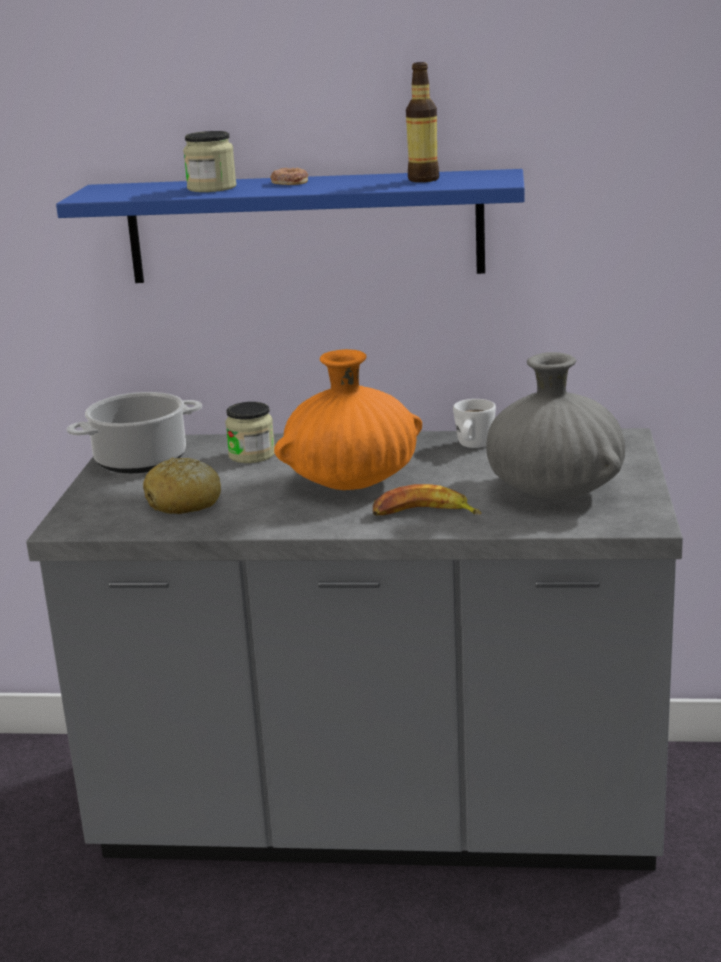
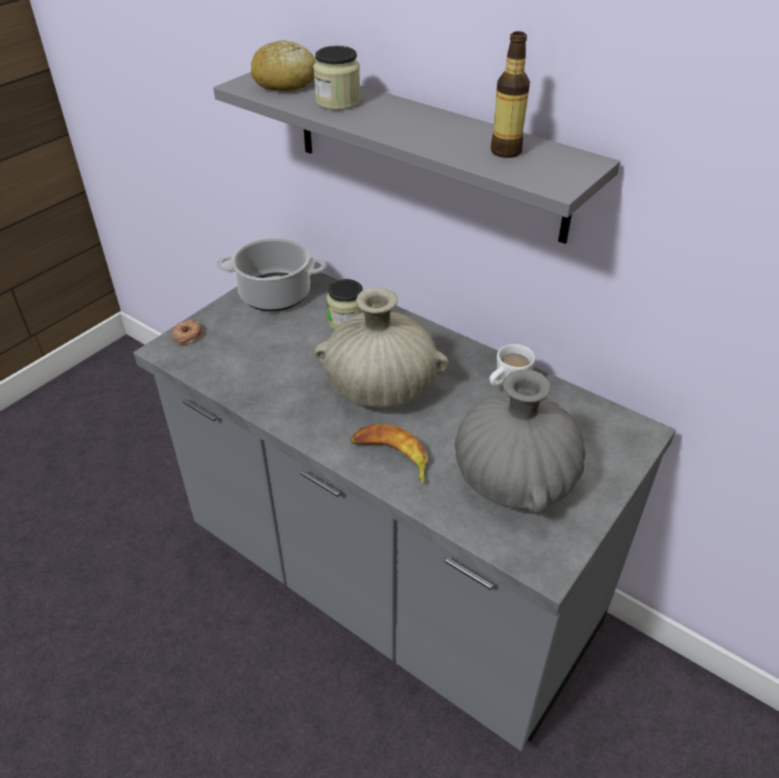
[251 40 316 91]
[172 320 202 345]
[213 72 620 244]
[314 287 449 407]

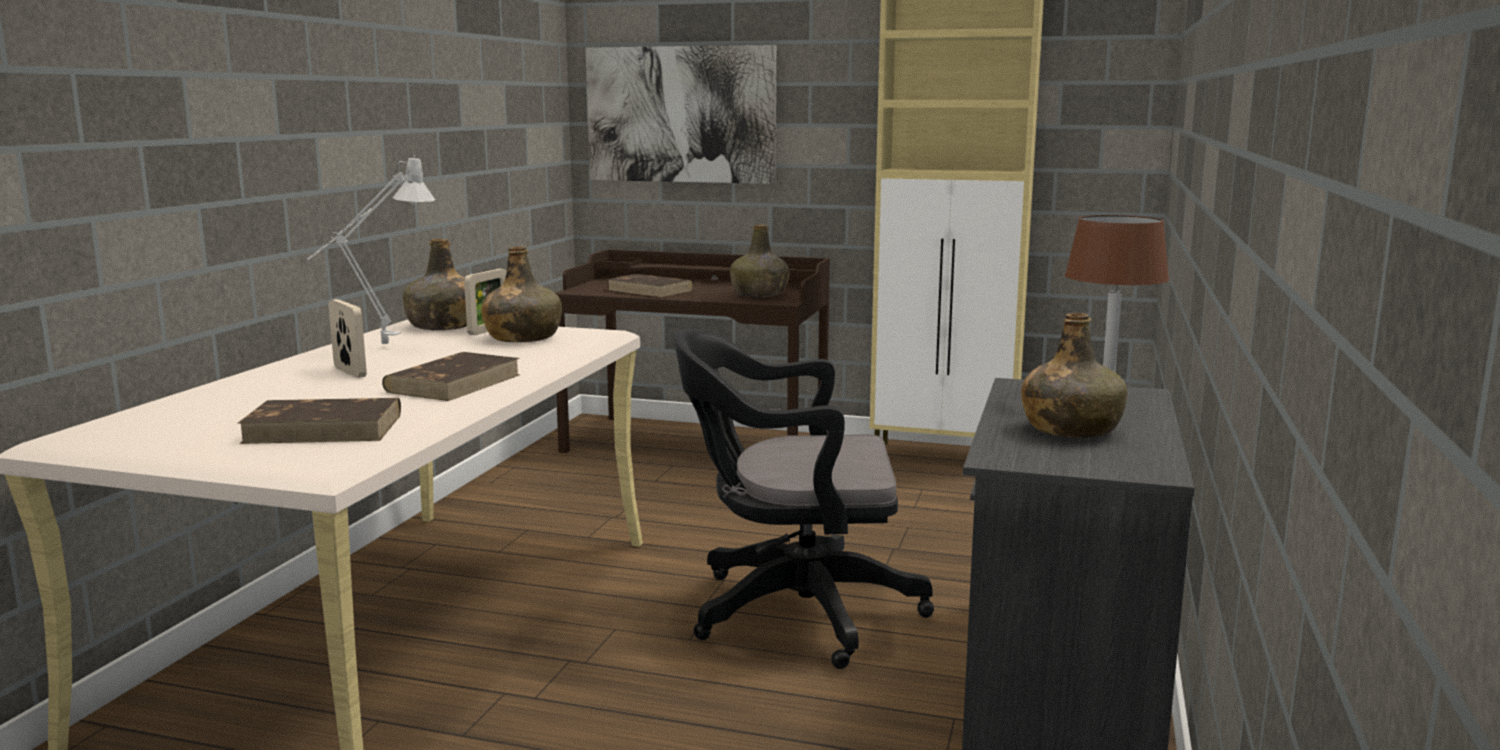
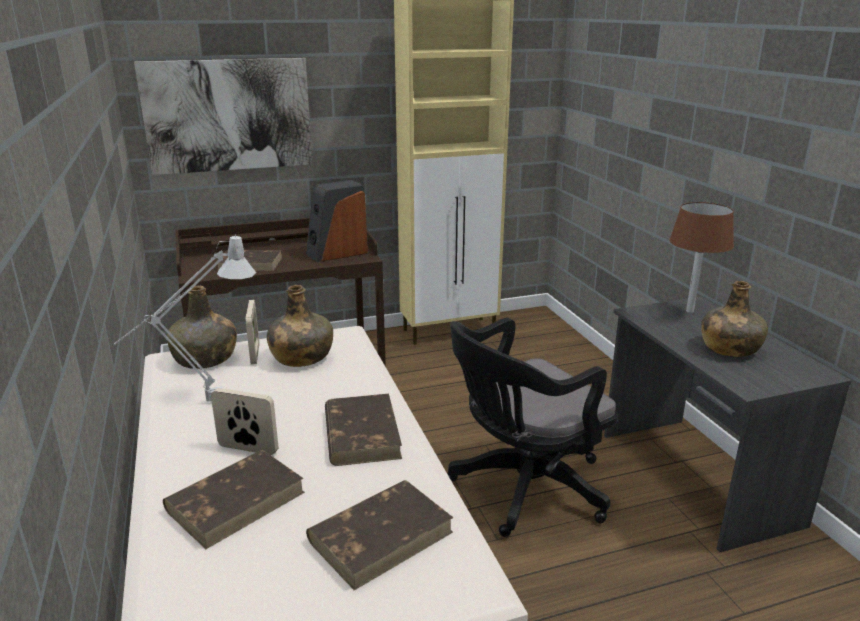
[163 450 305 549]
[306 180 368 262]

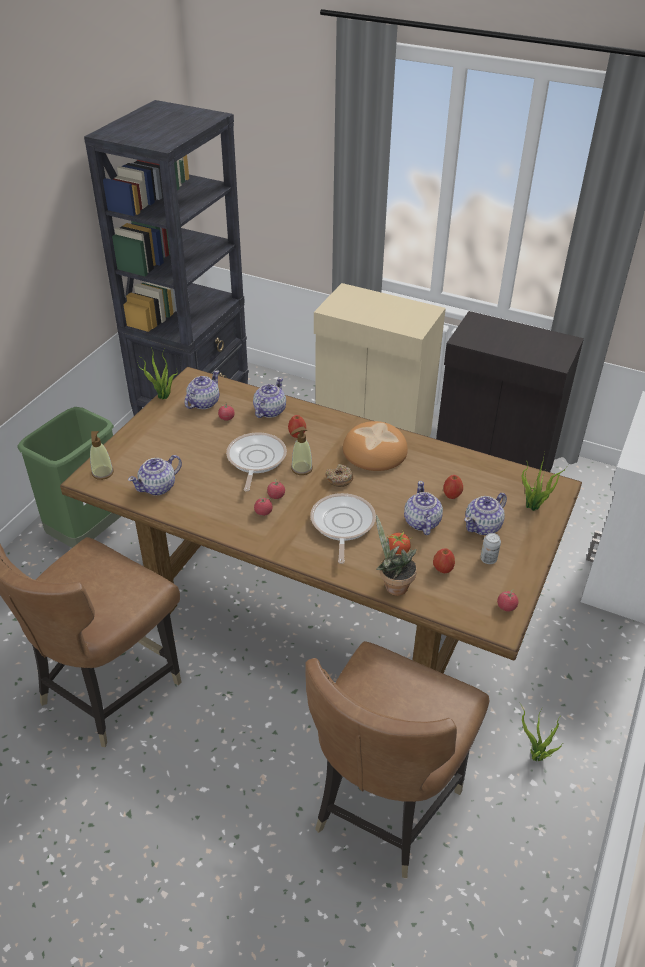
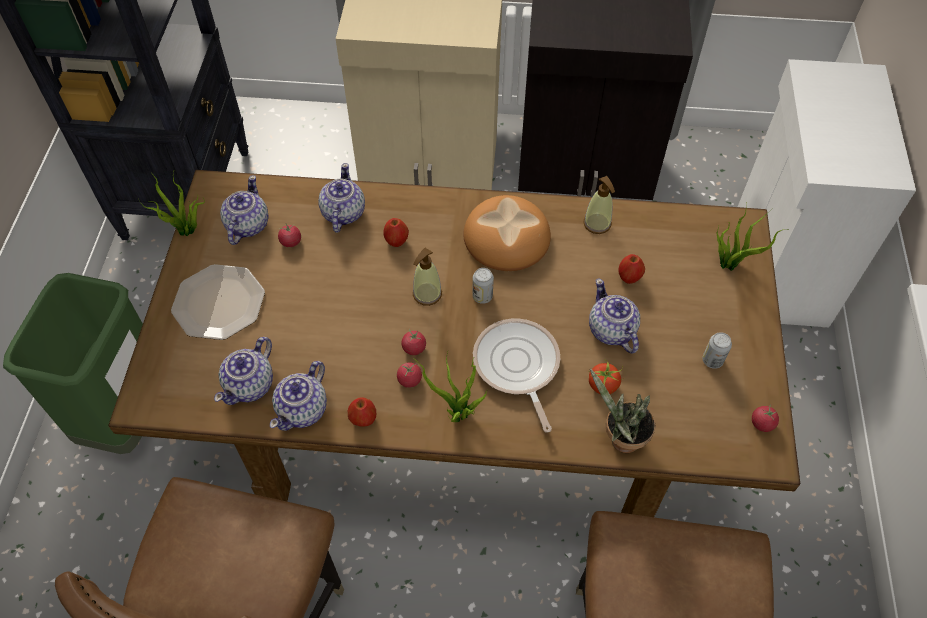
[226 433 287 492] (first image)
[171 264 265 340]
[584 176 615 234]
[348 397 376 427]
[270 361 327 431]
[412 352 486 422]
[472 268 494 304]

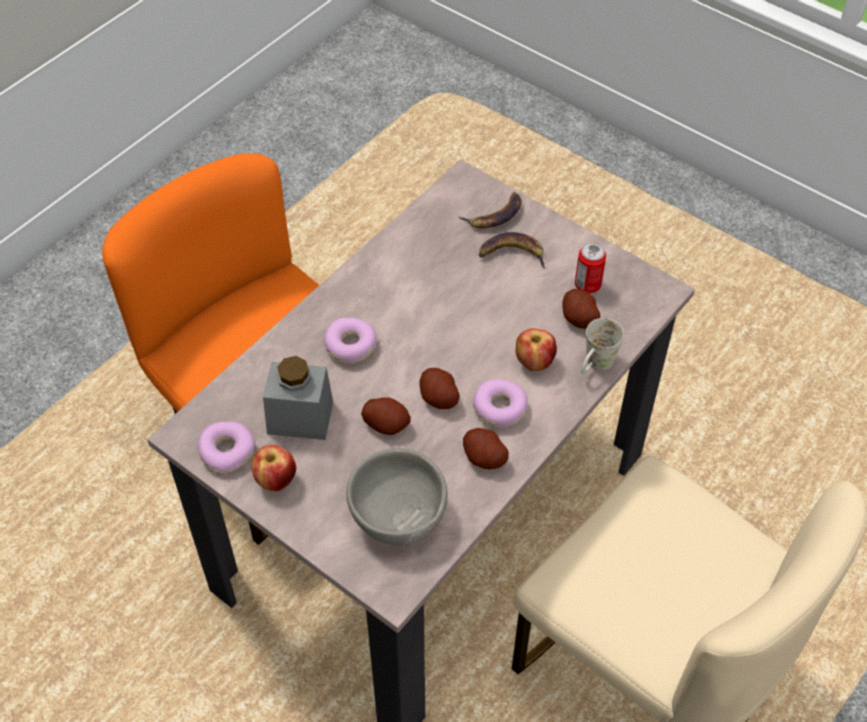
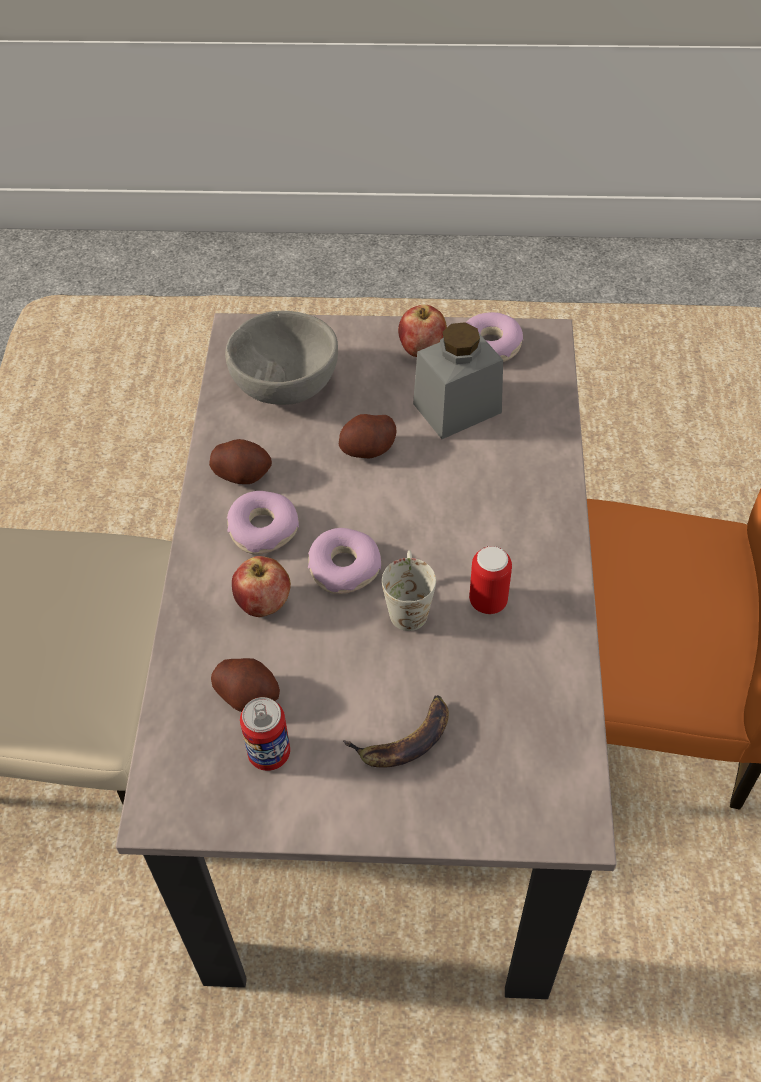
[420 368 460 409] (first image)
[459 192 522 228] (first image)
[469 546 512 614]
[308 528 381 594]
[382 550 436 631]

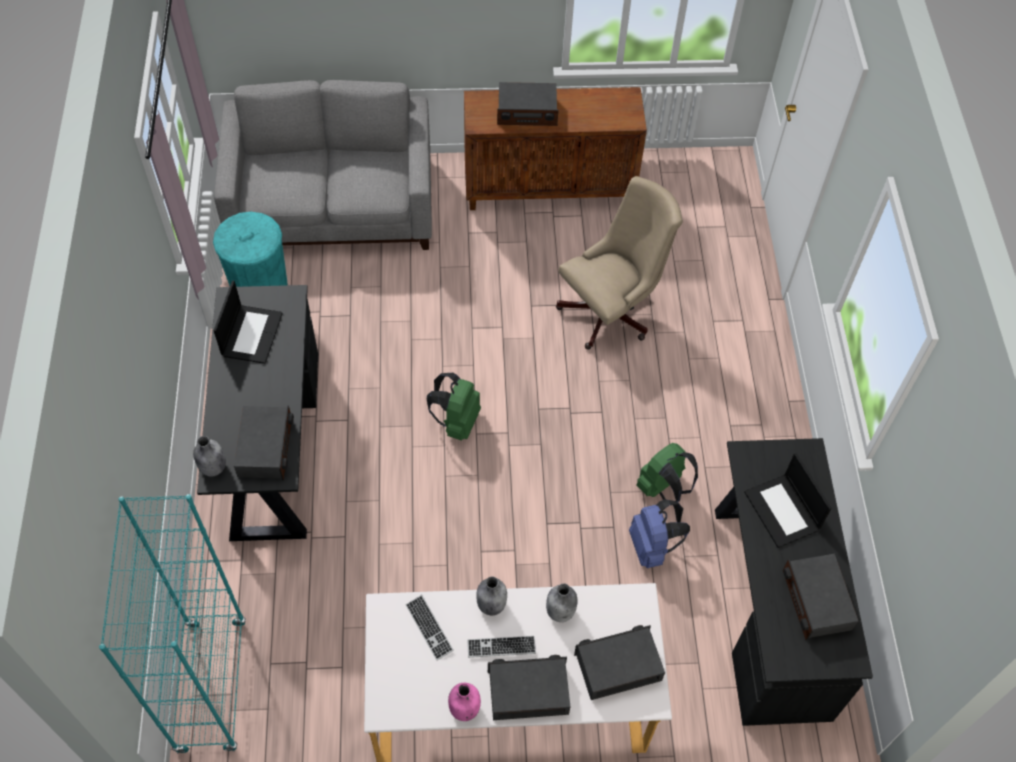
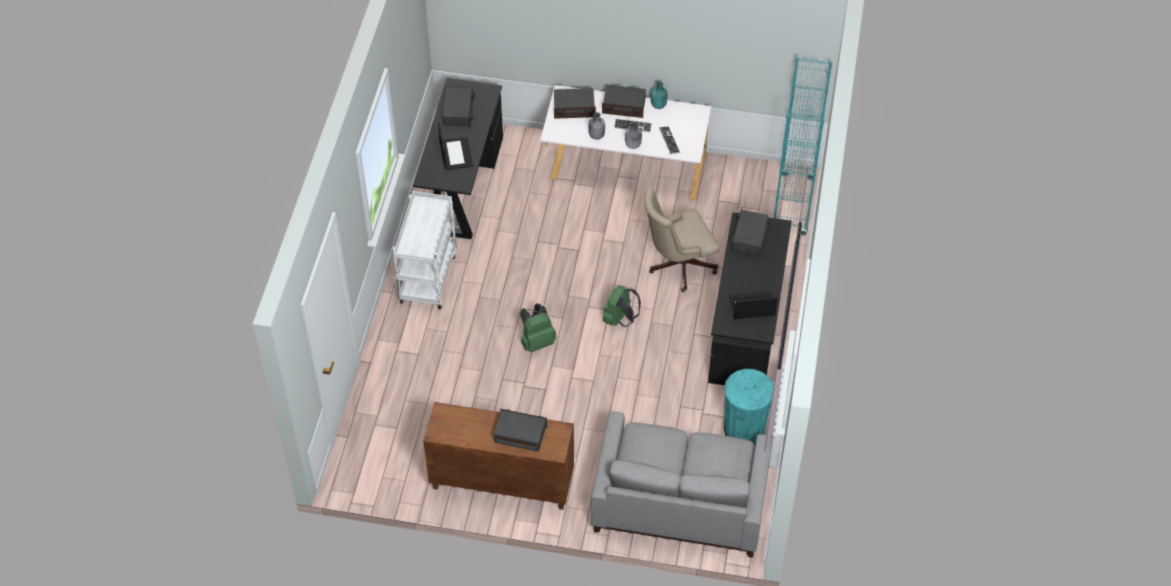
[193 436 226 476] (first image)
[629 499 690 568] (first image)
[393 191 457 309]
[644 188 719 292]
[520 303 556 353]
[651 82 668 109]
[729 291 778 319]

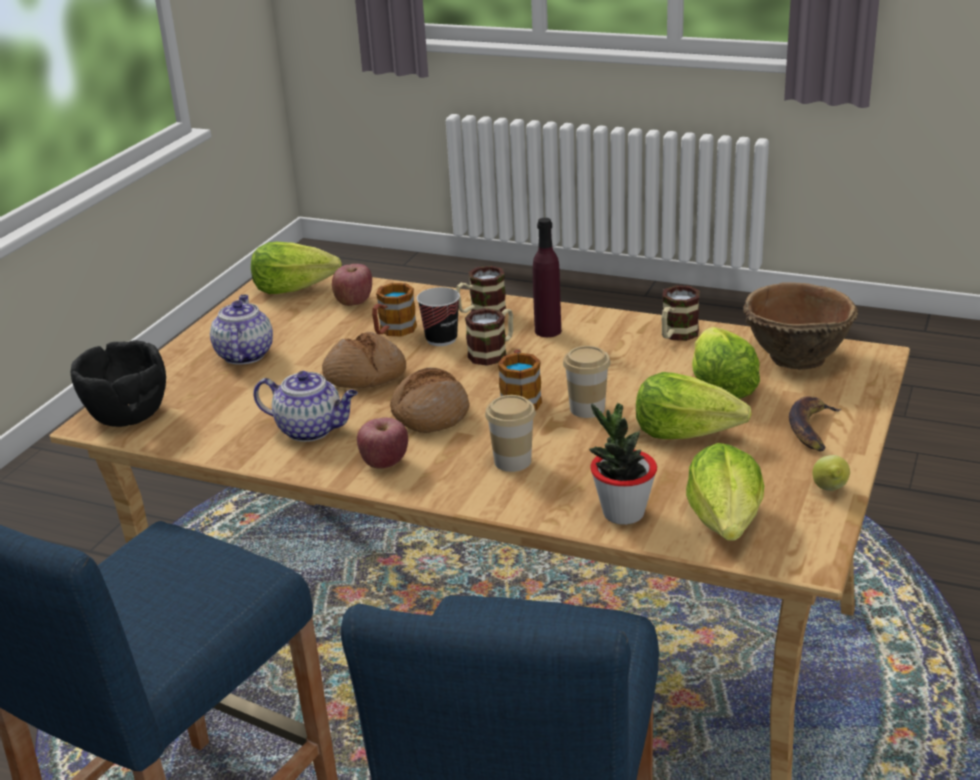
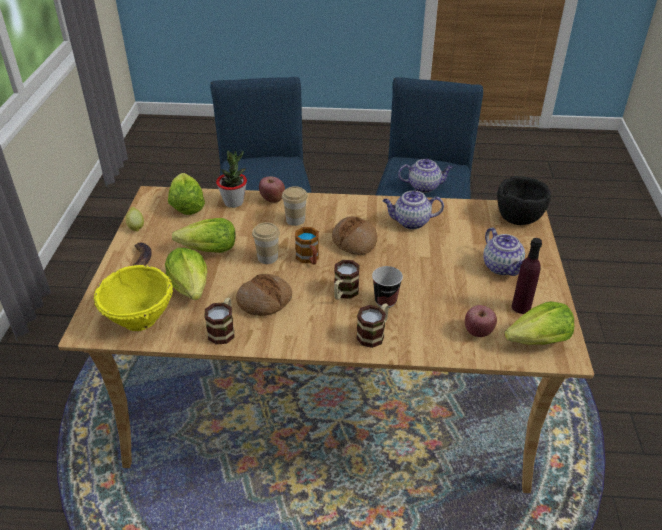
[372 283 417 337] (first image)
[398 159 453 193]
[236 274 292 316]
[259 176 285 203]
[512 238 542 314]
[94 265 173 331]

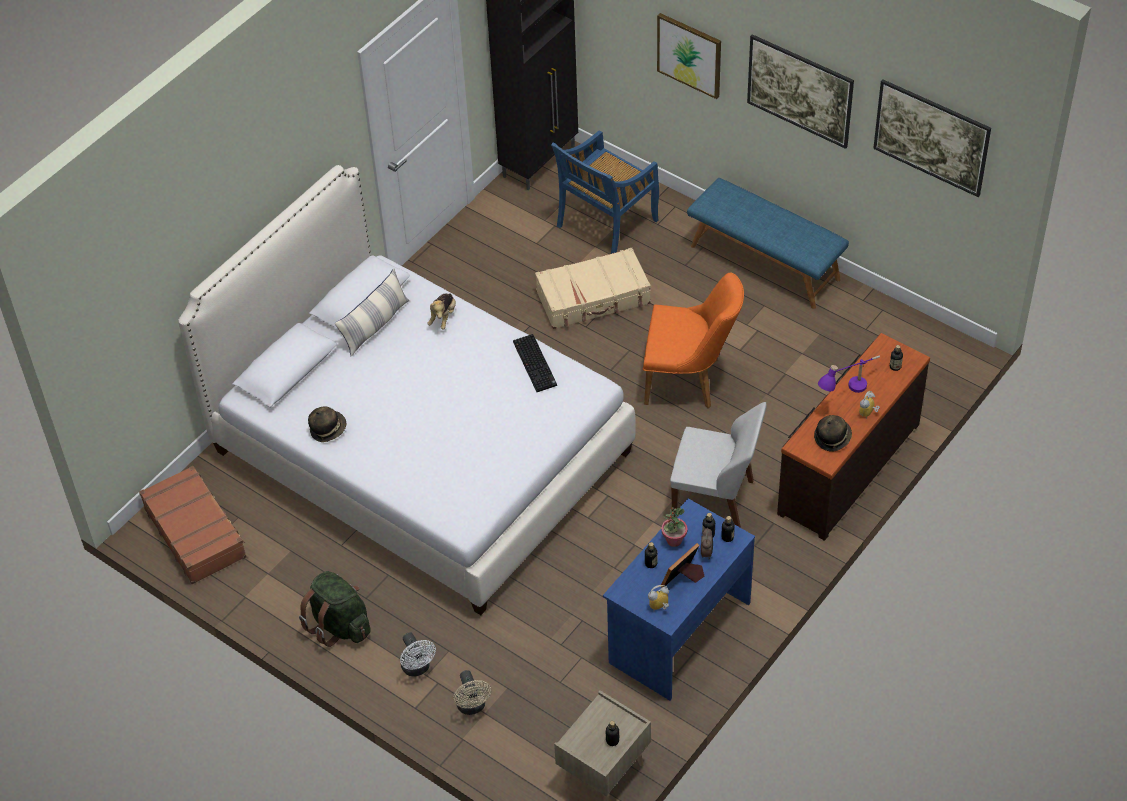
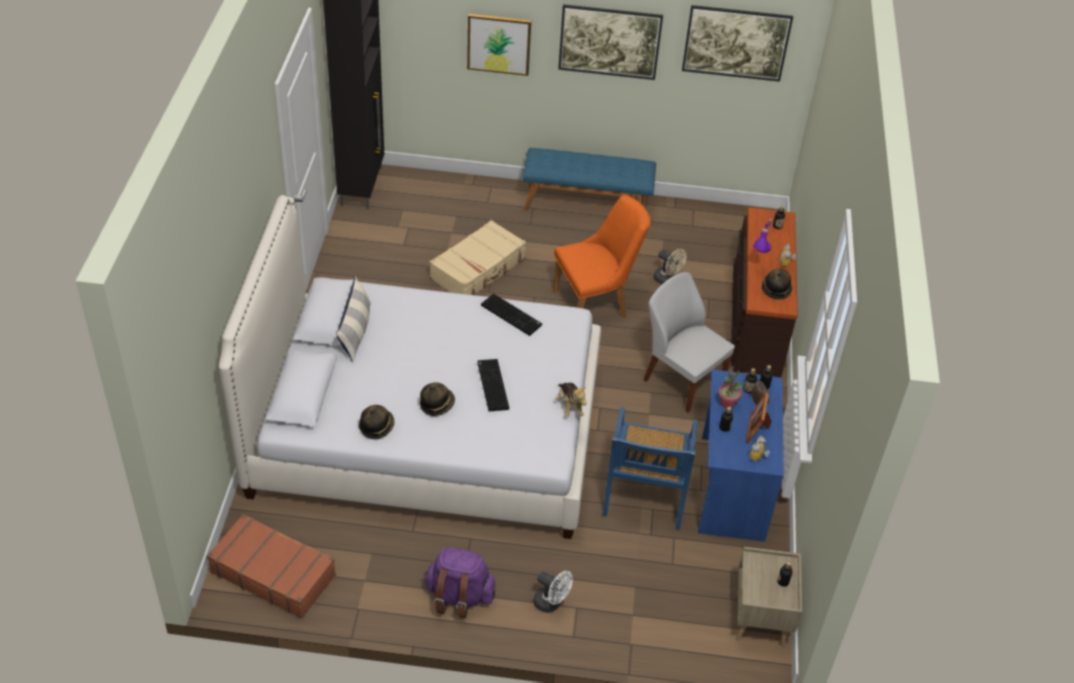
[420 382 455 416]
[477 359 509 411]
[555 383 587 417]
[653 249 687 284]
[602 407 699 530]
[424 548 496 618]
[643 272 735 412]

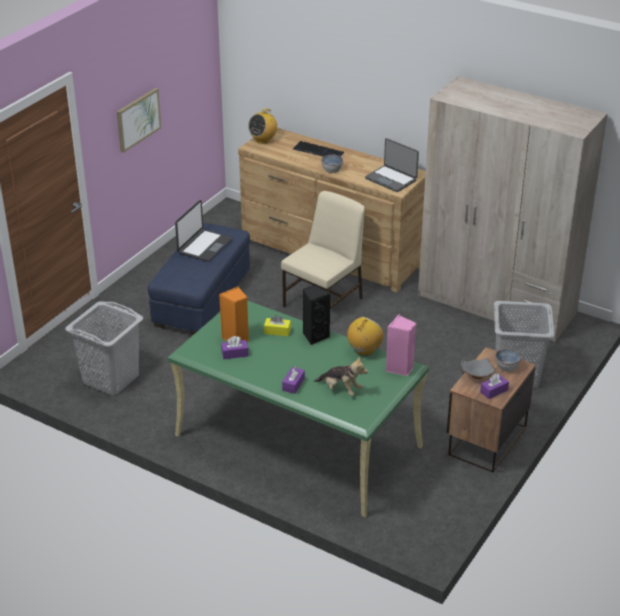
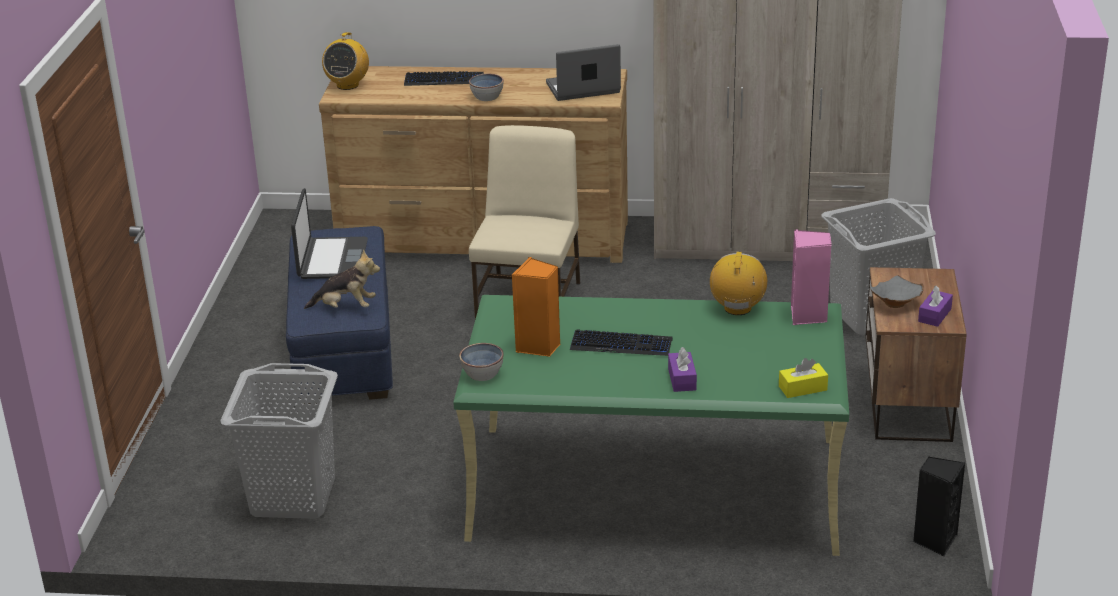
[117 88 161 153] (first image)
[221 336 248 359] (first image)
[570 329 673 356]
[779 358 828 398]
[913 457 965 556]
[304 250 380 309]
[459 343 504 381]
[546 44 621 101]

